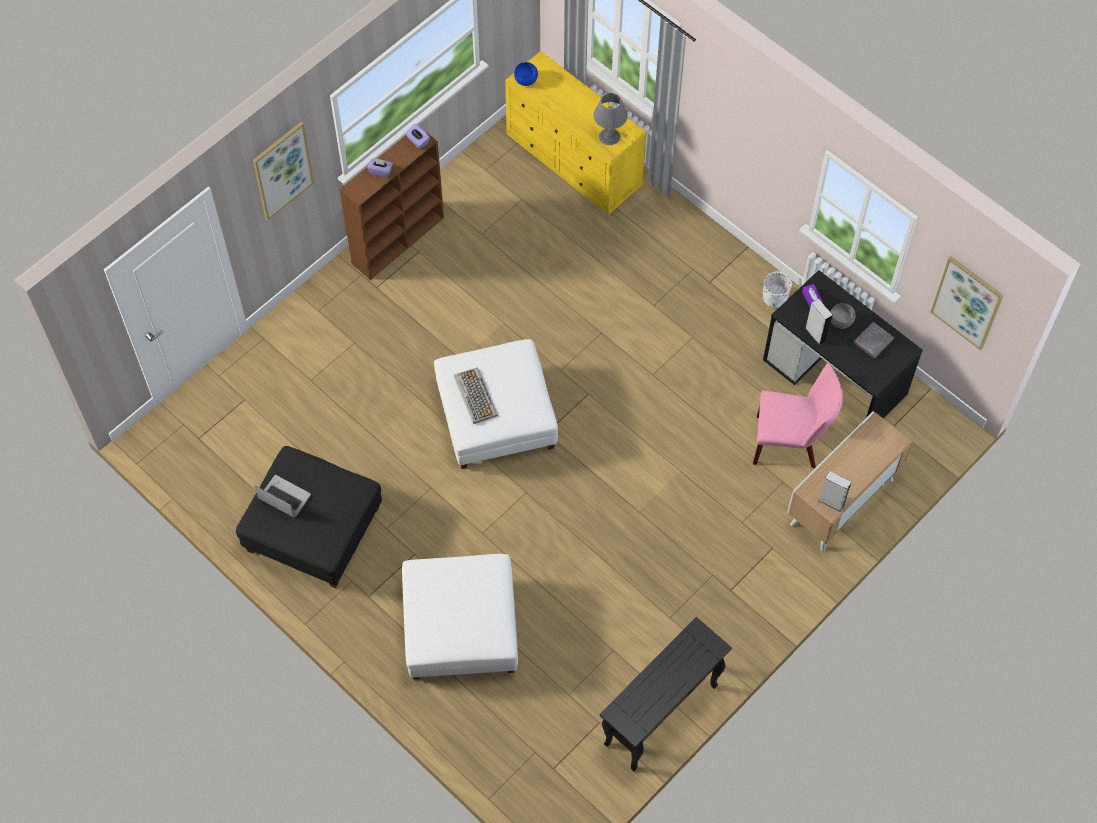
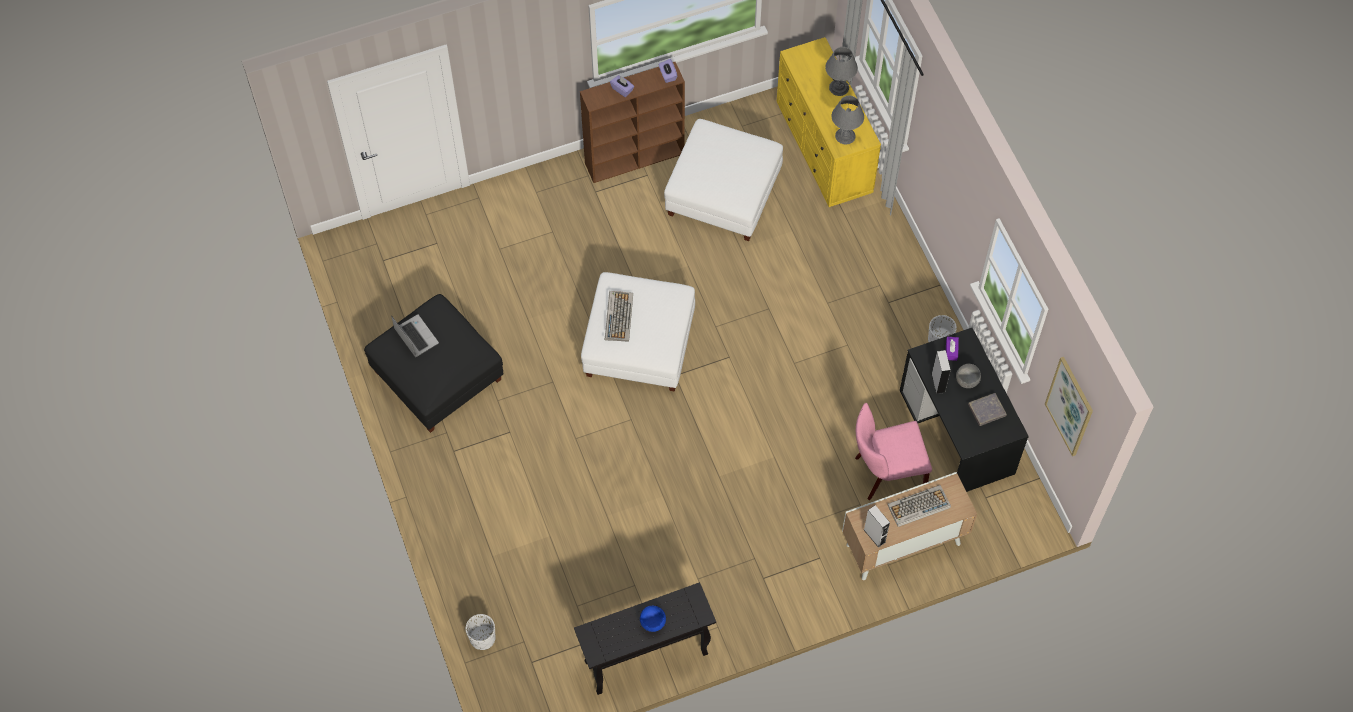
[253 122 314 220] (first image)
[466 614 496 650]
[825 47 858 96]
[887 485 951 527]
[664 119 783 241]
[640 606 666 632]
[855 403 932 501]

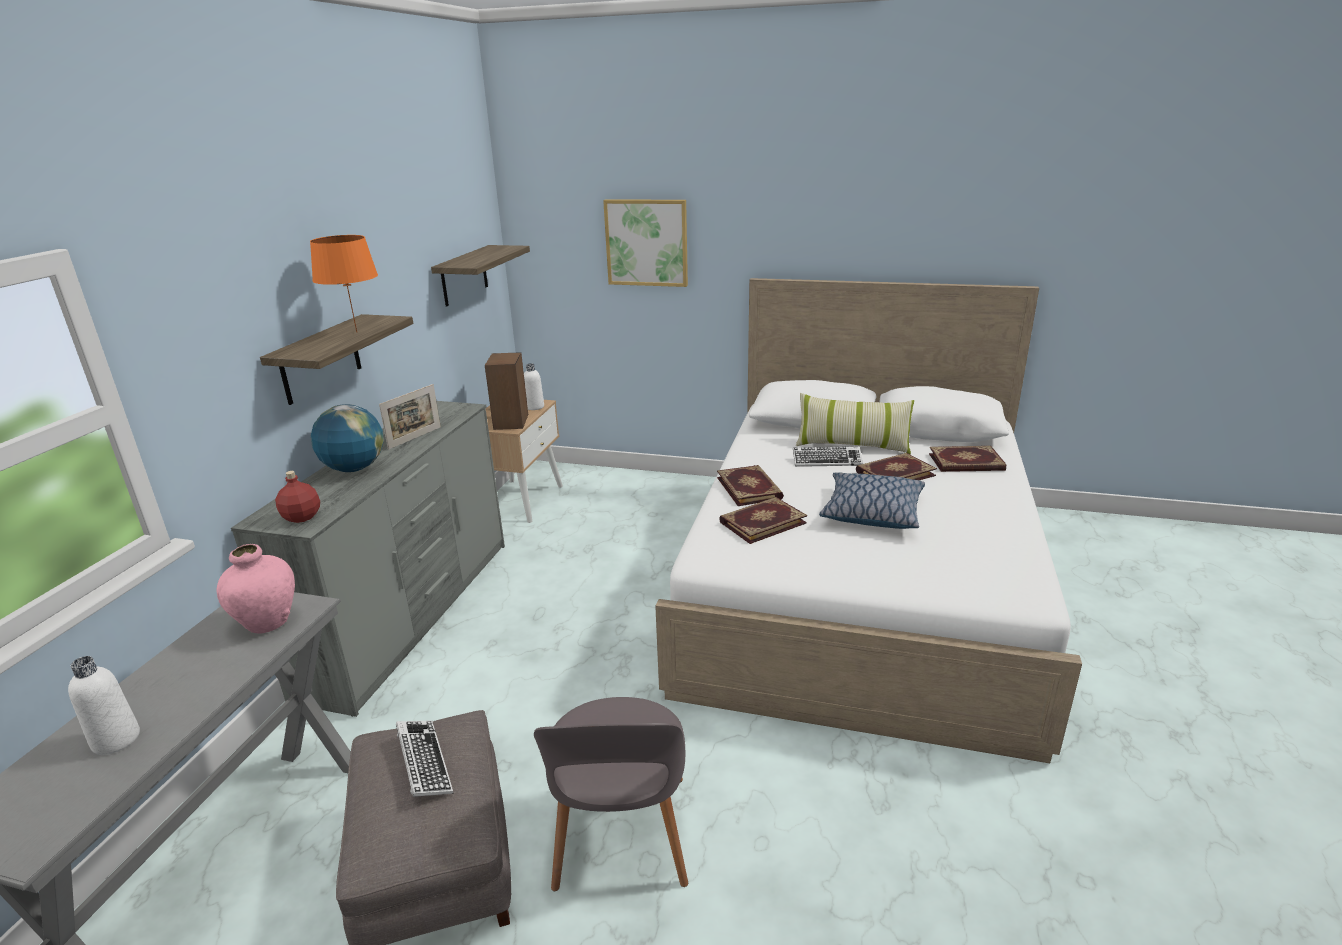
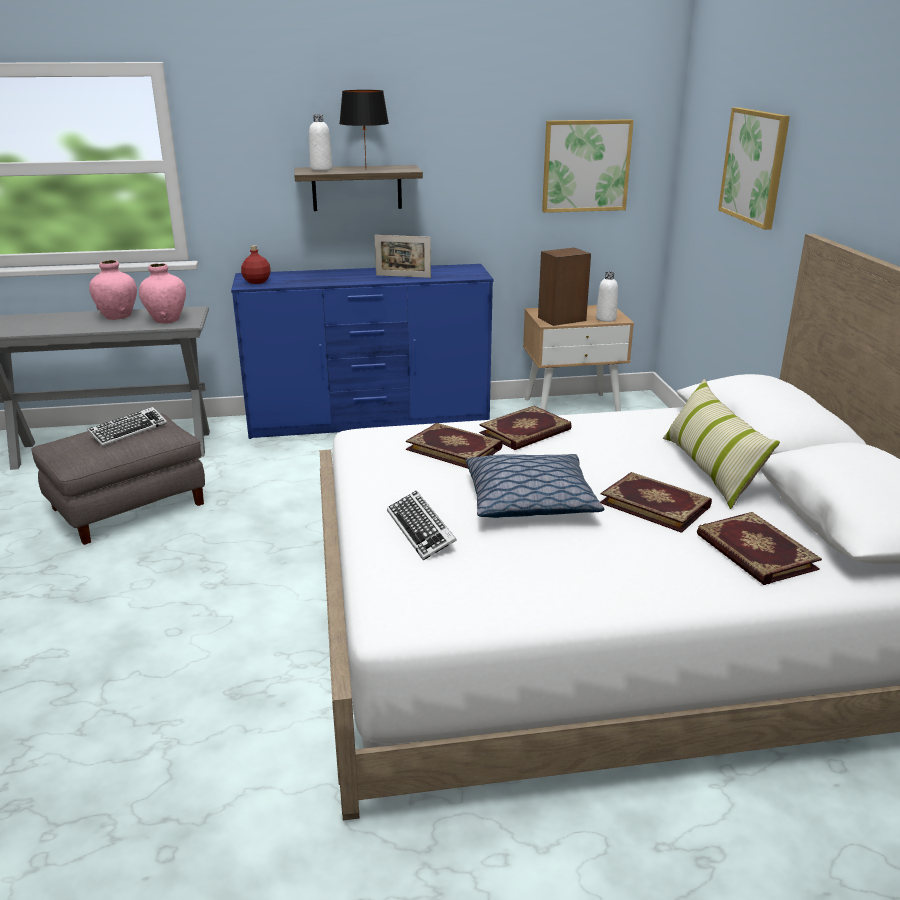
[311 404 384 472] (first image)
[534 697 688 891] (first image)
[89 260 137 320]
[309 114 333 171]
[387 491 457 561]
[542 119 634 213]
[231 264 494 439]
[339 90 389 165]

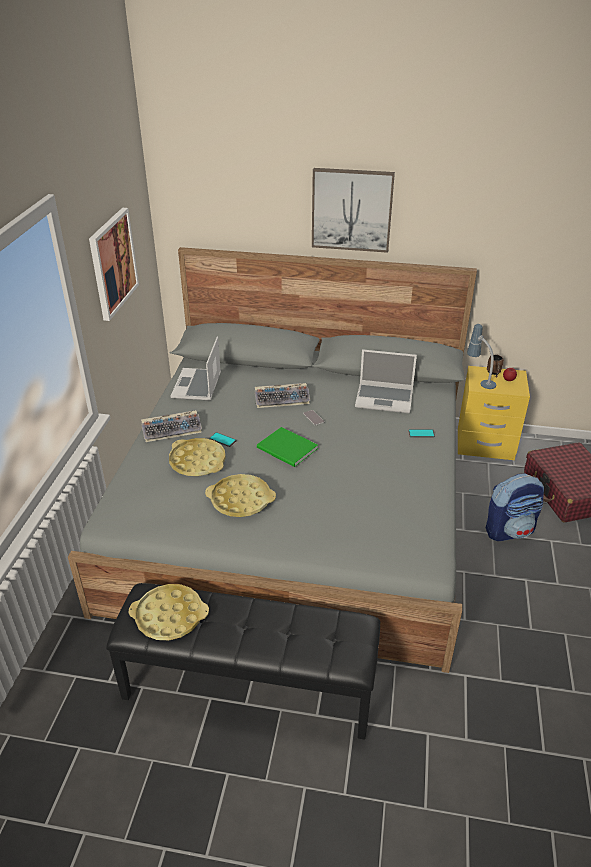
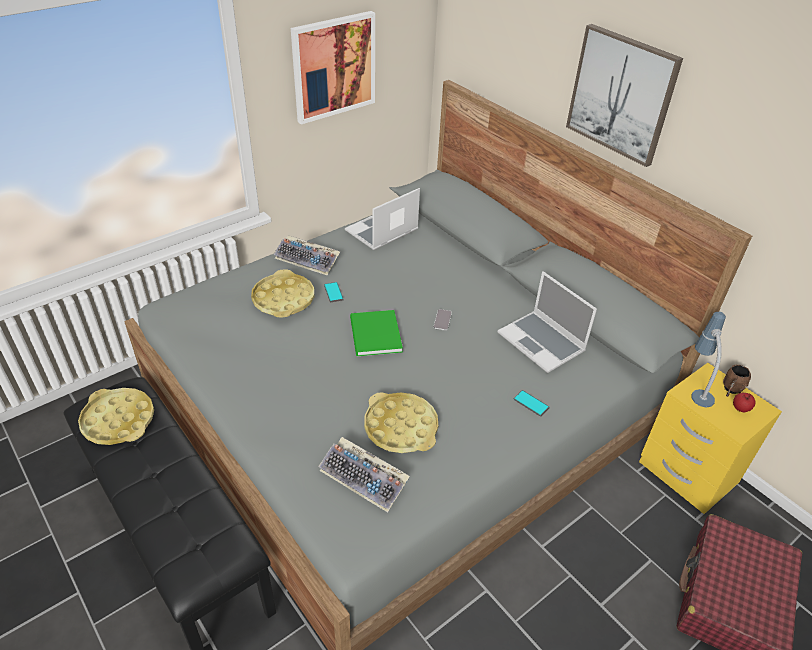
[486 473 544 541] (first image)
[364 392 438 453]
[318 437 410 512]

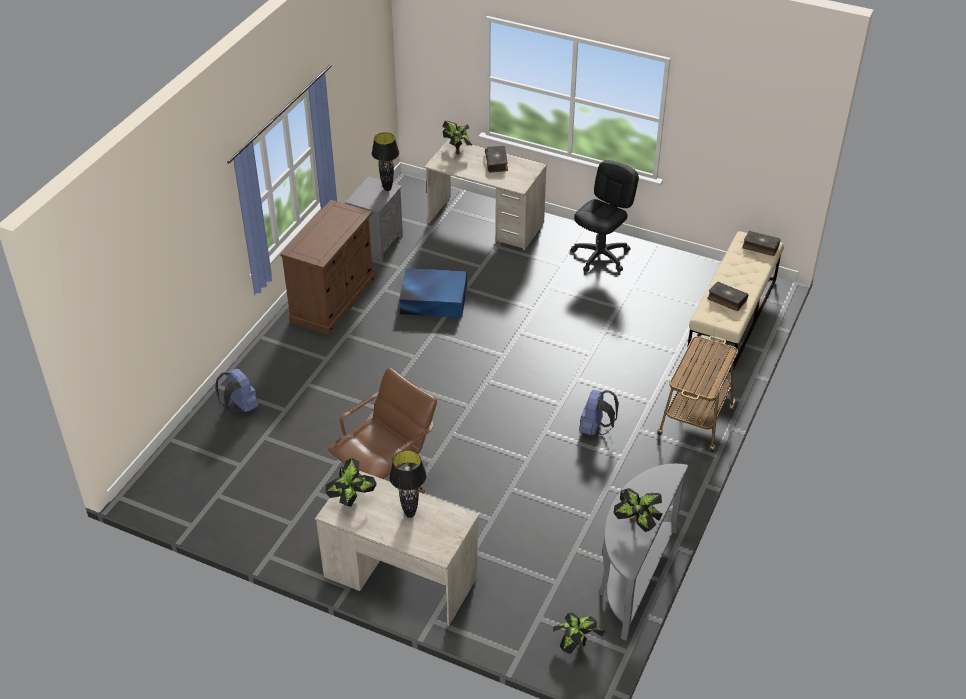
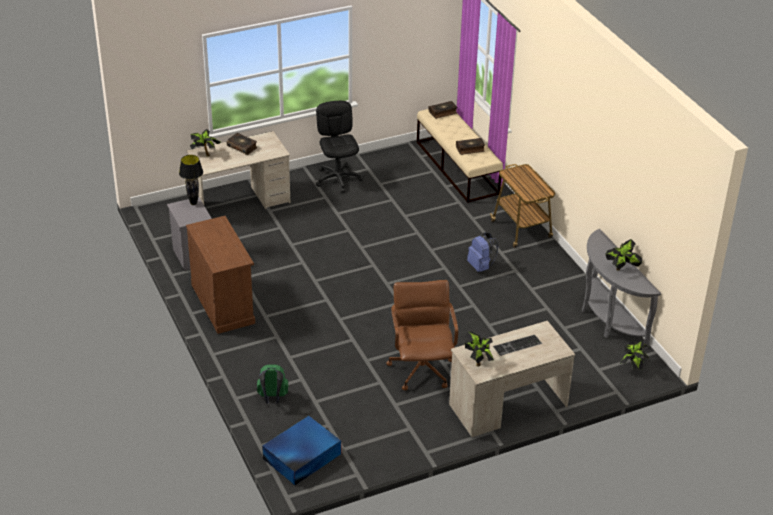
[262 416 341 485]
[493 335 542 356]
[257 365 288 404]

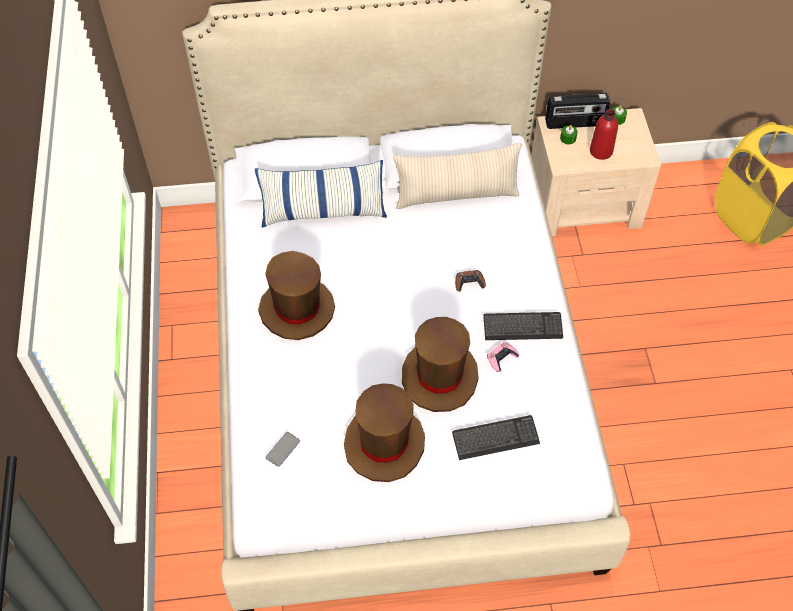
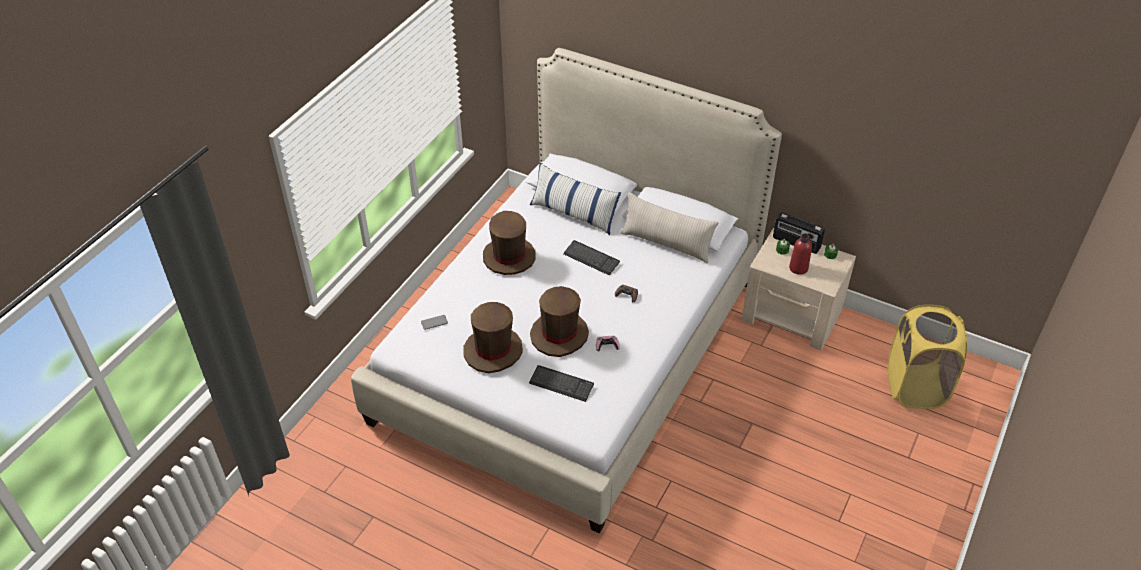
[563 240 620 276]

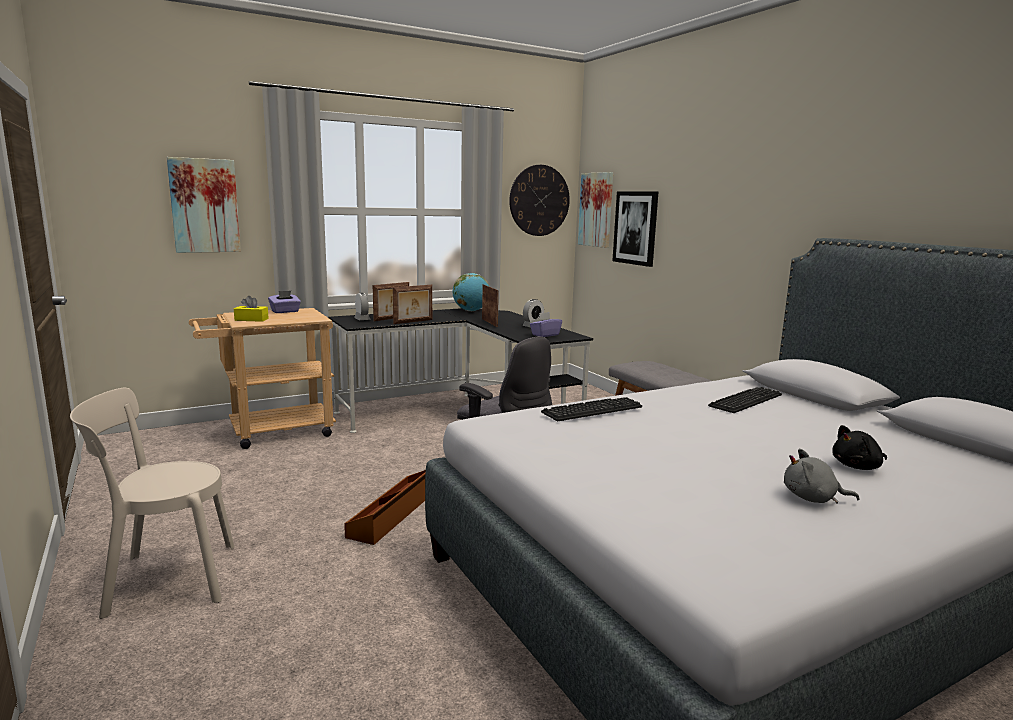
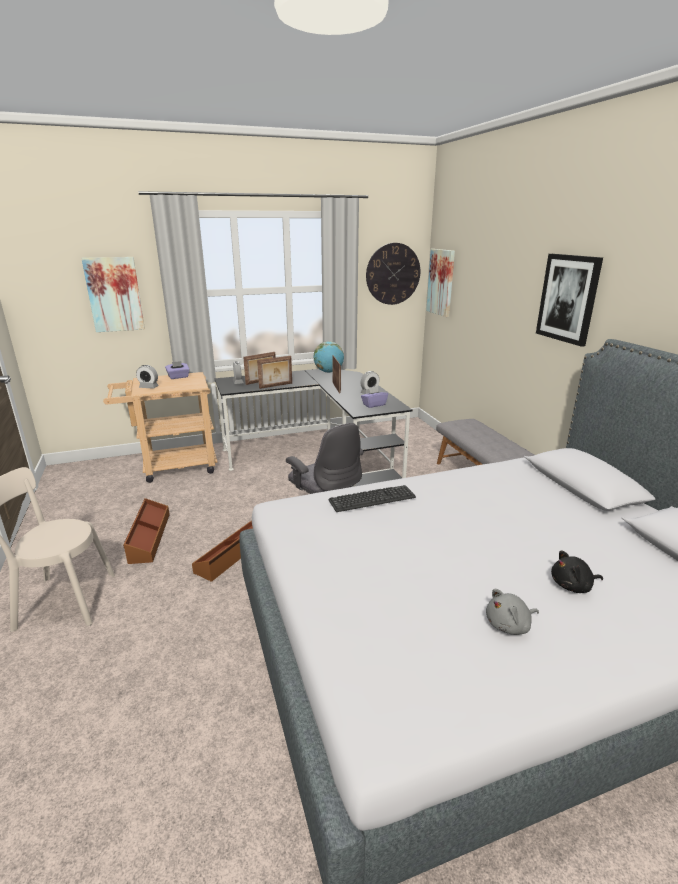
[708 387 782 413] (first image)
[123 498 170 564]
[536 254 603 347]
[136 365 159 389]
[486 589 539 635]

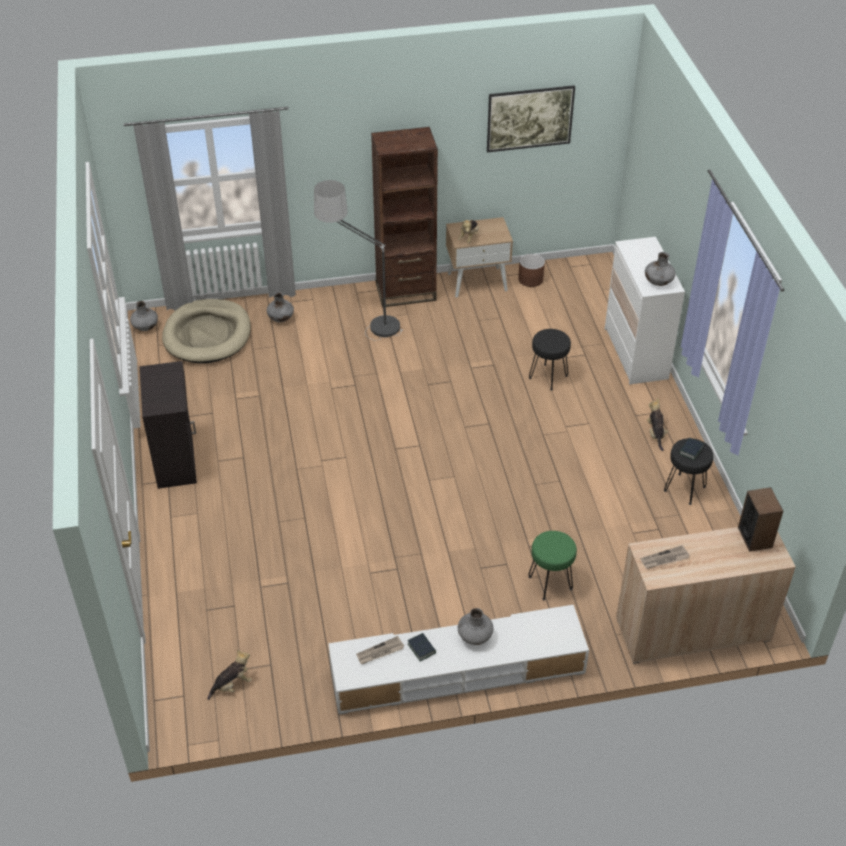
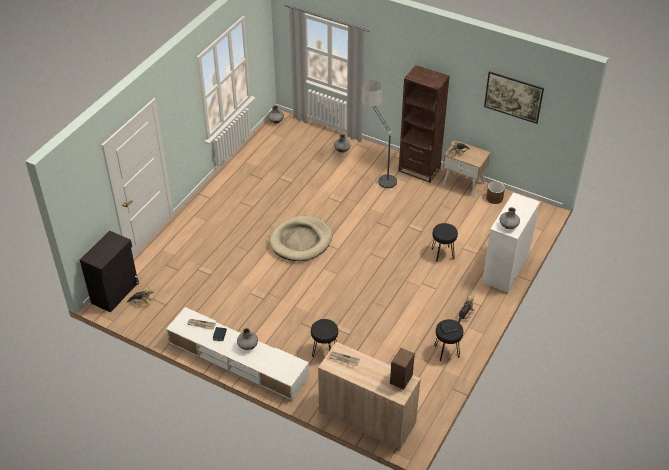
[80 230 139 313]
[269 216 332 261]
[311 319 338 357]

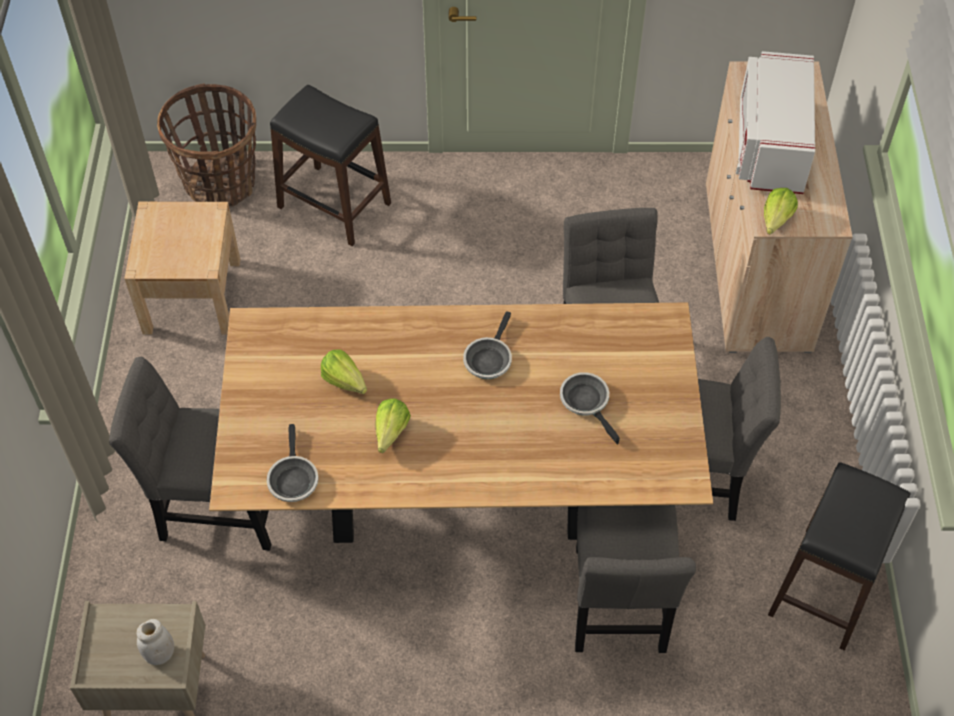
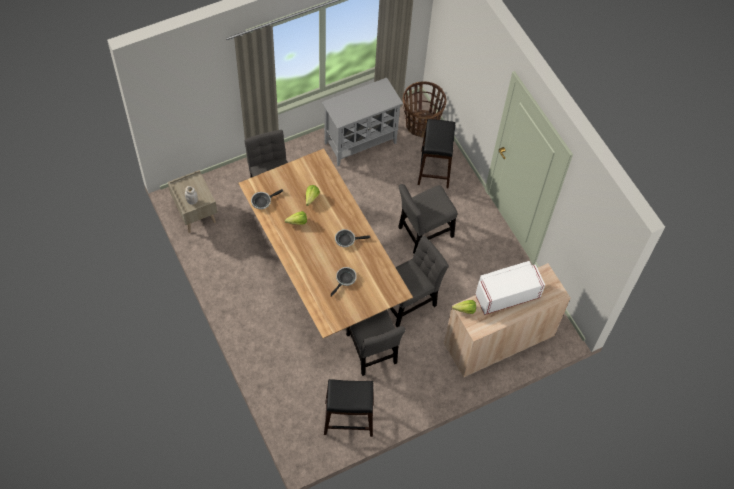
[398 184 457 254]
[322 78 403 166]

